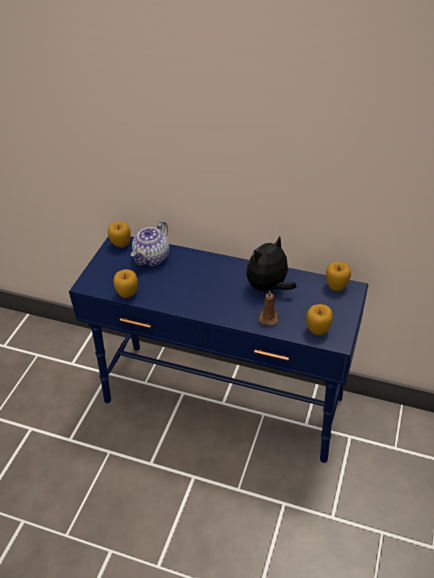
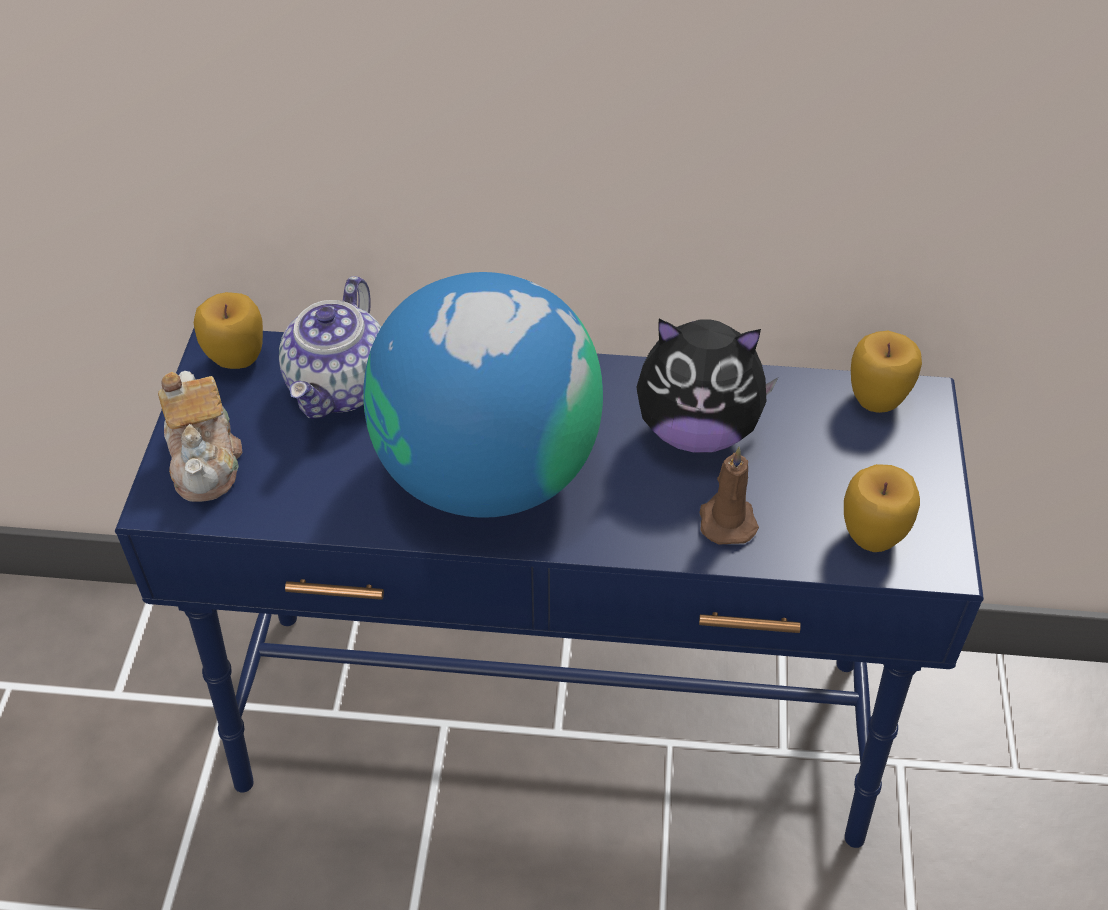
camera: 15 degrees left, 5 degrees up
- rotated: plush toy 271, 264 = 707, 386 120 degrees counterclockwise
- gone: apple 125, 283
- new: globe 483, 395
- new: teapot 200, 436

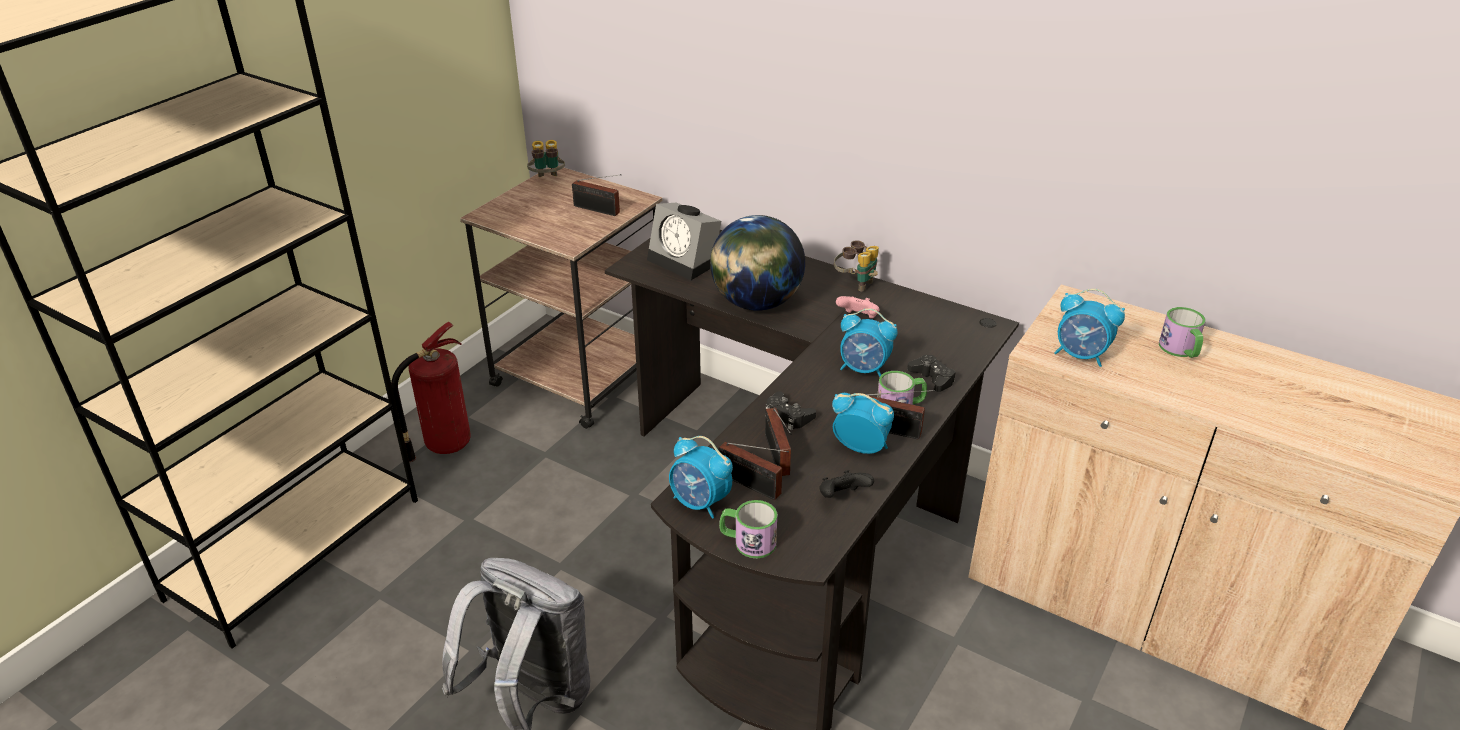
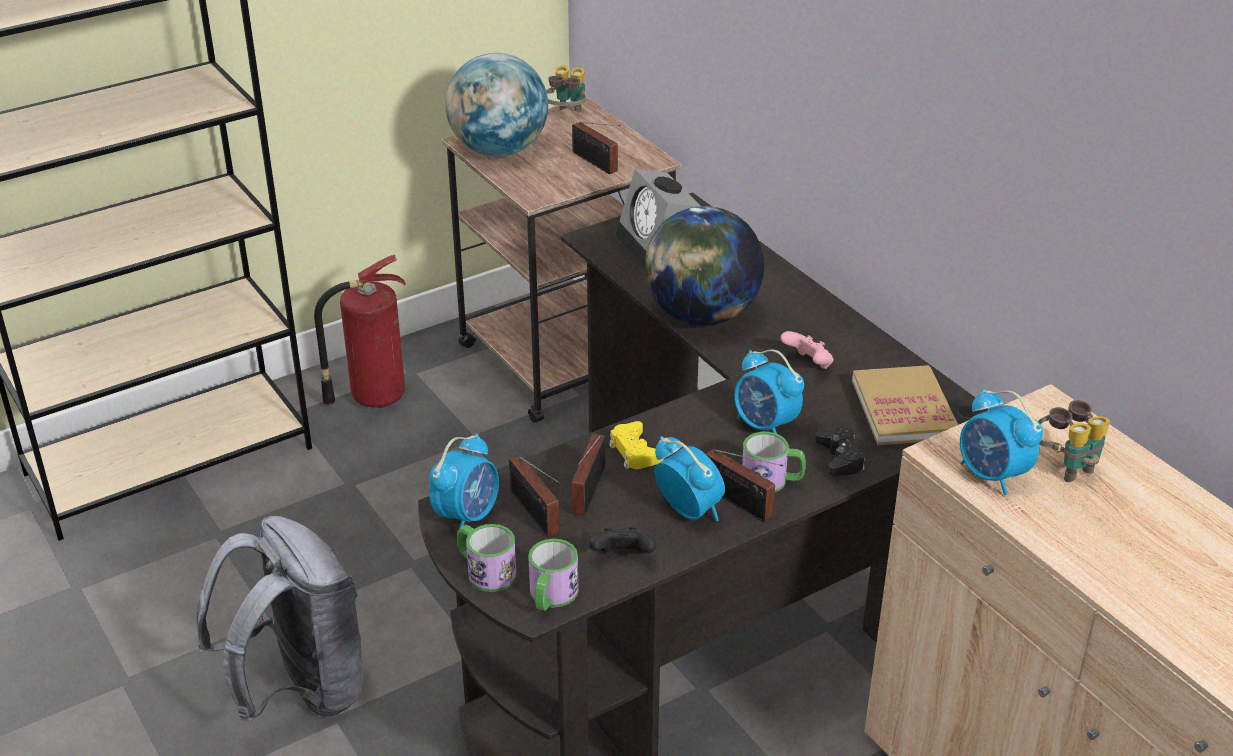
camera: 25 degrees right, 0 degrees up
- shifted: binoculars 856, 266 to 1074, 441
- shifted: mug 1182, 332 to 553, 575
- repainted: game controller in black 790, 411 to game controller in yellow 636, 445
- rotated: alarm clock 701, 477 = 464, 481 120 degrees counterclockwise
- new: globe 496, 105
- new: book 905, 405

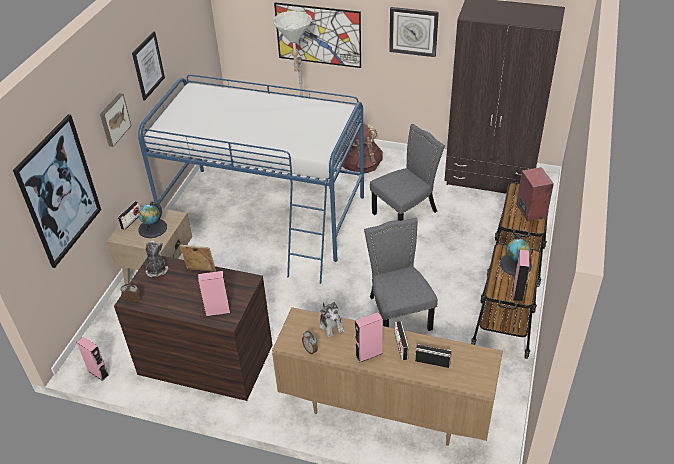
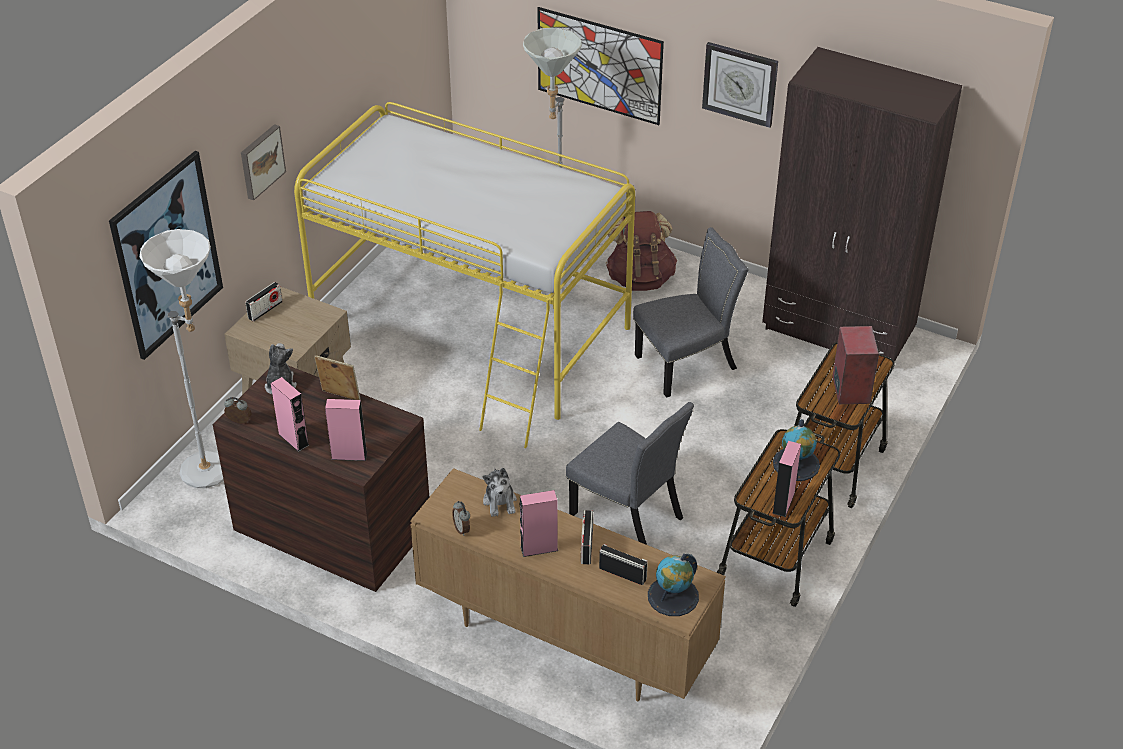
camera: 10 degrees right, 0 degrees up
- gone: picture 148, 65
- repainted: bed in blue 251, 179 to bed in yellow 464, 275
- shifted: globe 152, 220 to 673, 585
- rotated: chair in grey 401, 274 = 630, 473 135 degrees clockwise
- shifted: speaker in pink 92, 359 to 290, 414
- new: floor lamp in white 182, 358

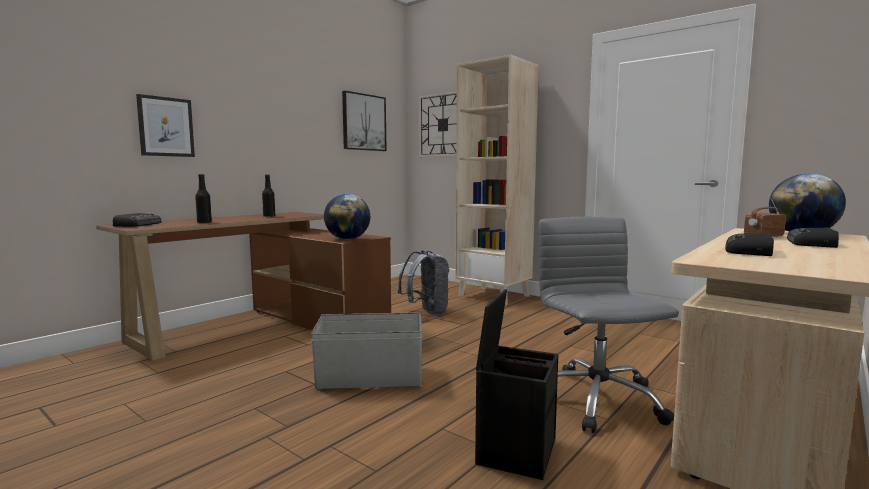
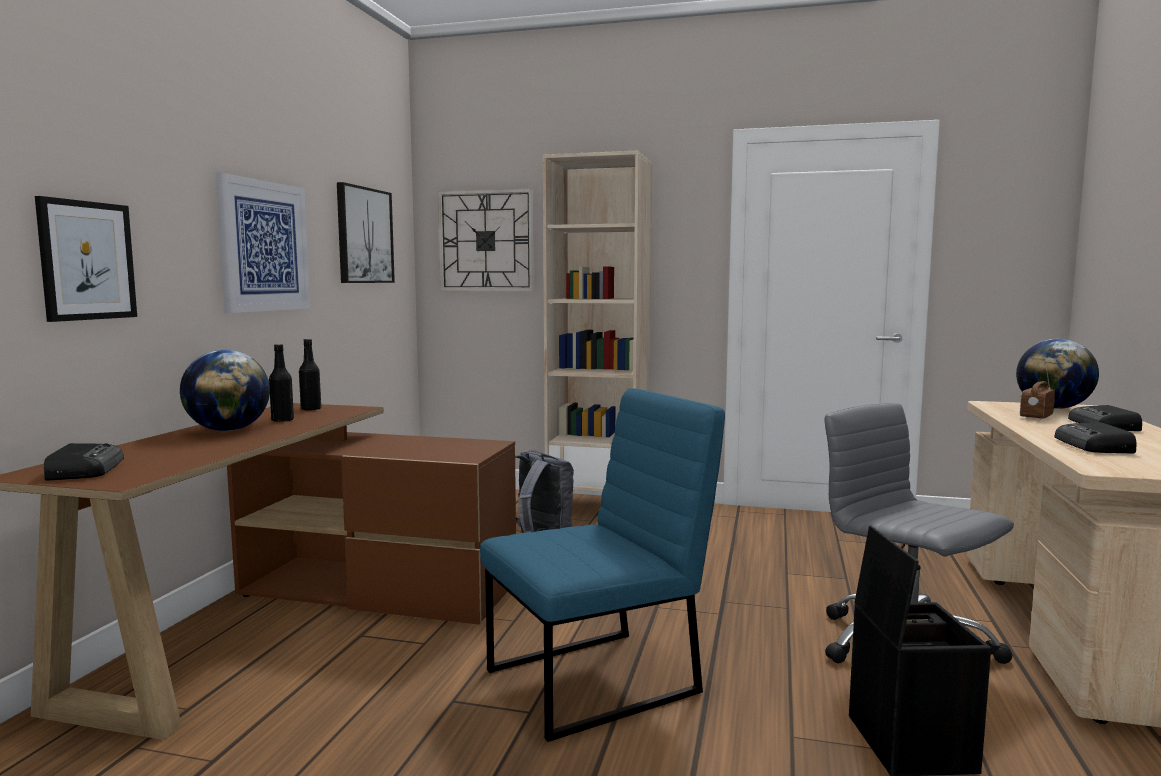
camera: 25 degrees left, 0 degrees up
- shifted: bottle in black 203, 198 to 310, 375
- shifted: globe 347, 217 to 225, 390
- swapped: storage box in grey 367, 350 to chair in blue 602, 565
- new: picture 262, 242

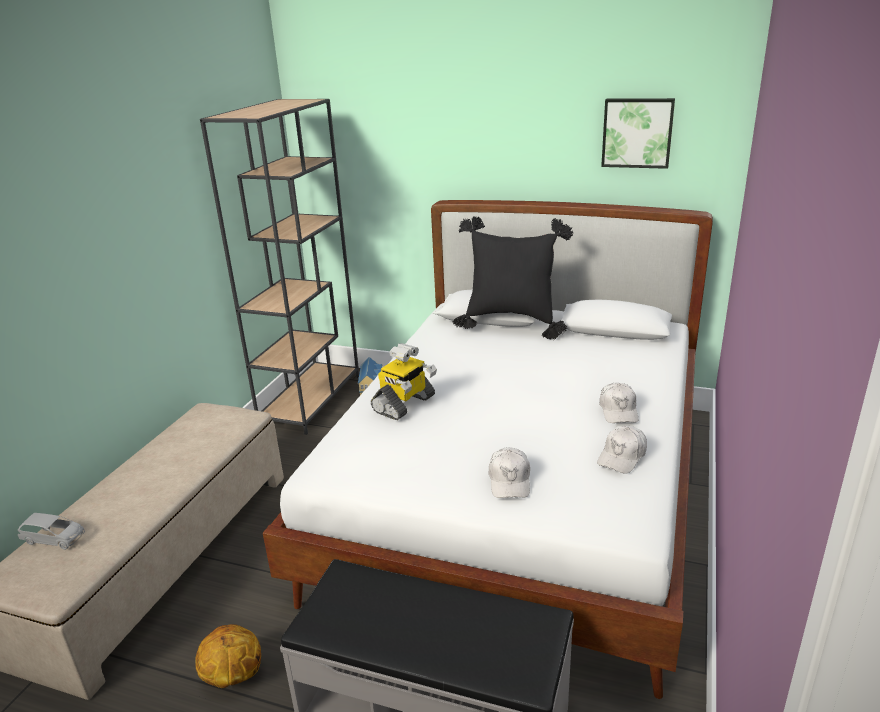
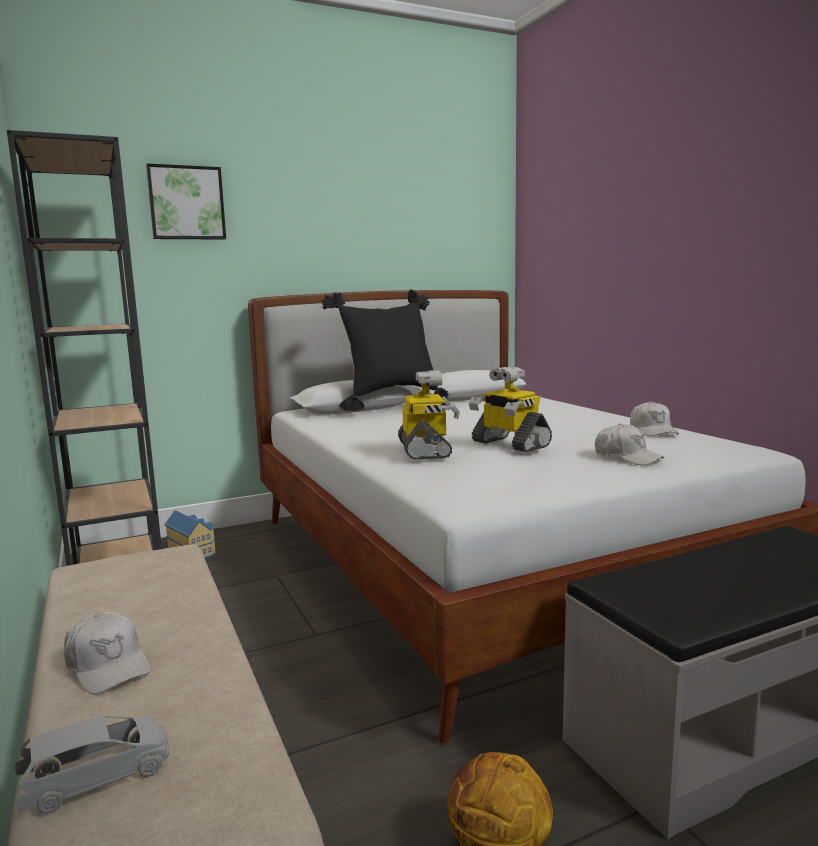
camera: 45 degrees left, 15 degrees down
- shifted: picture 638, 133 to 186, 201
- shifted: cap in white 618, 403 to 107, 653
- new: toy robot 510, 409

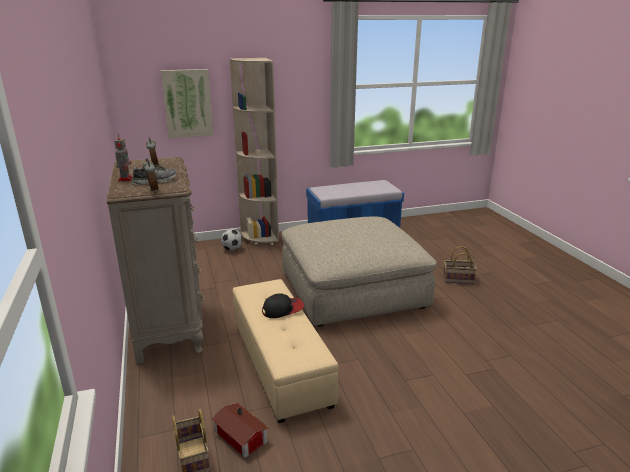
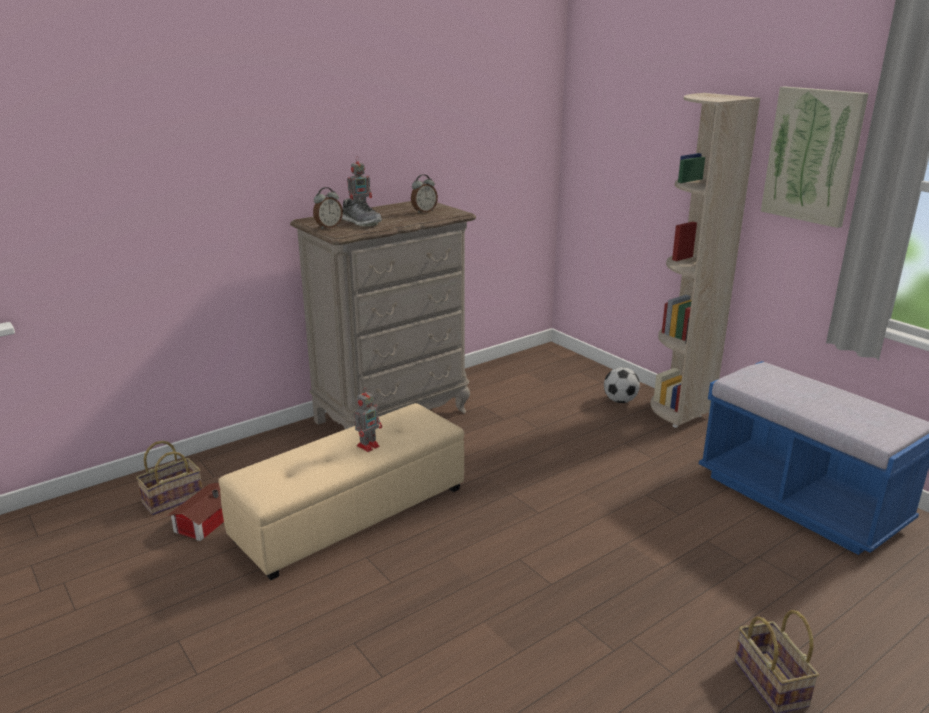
camera: 70 degrees right, 0 degrees up
- shifted: picture 187, 103 to 815, 157
- gone: ottoman in beige 359, 272
- swapped: cap 283, 305 to toy robot 368, 420

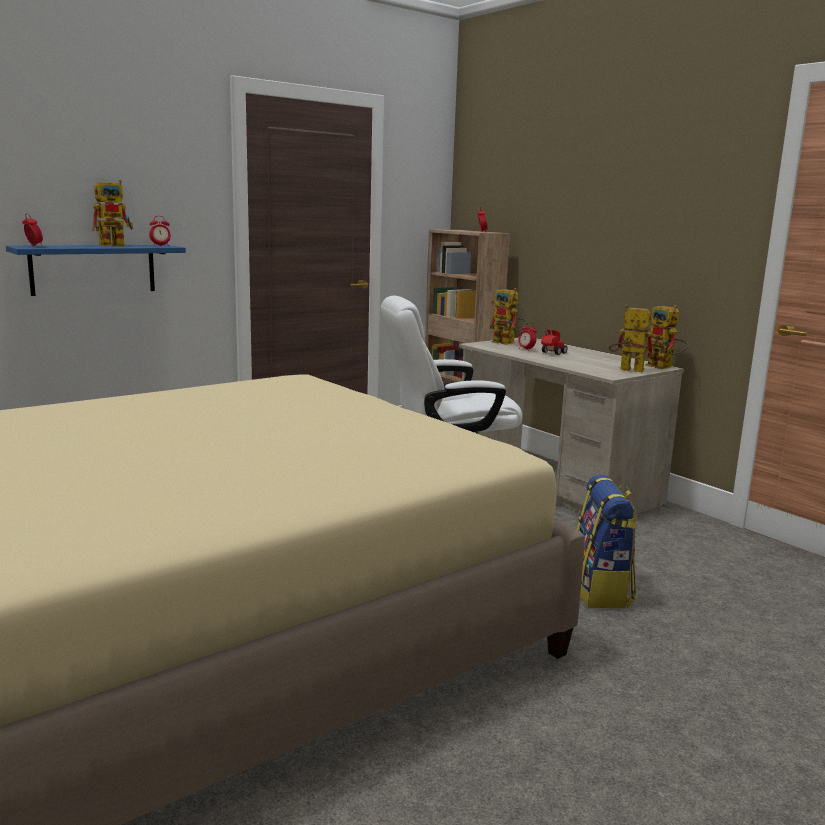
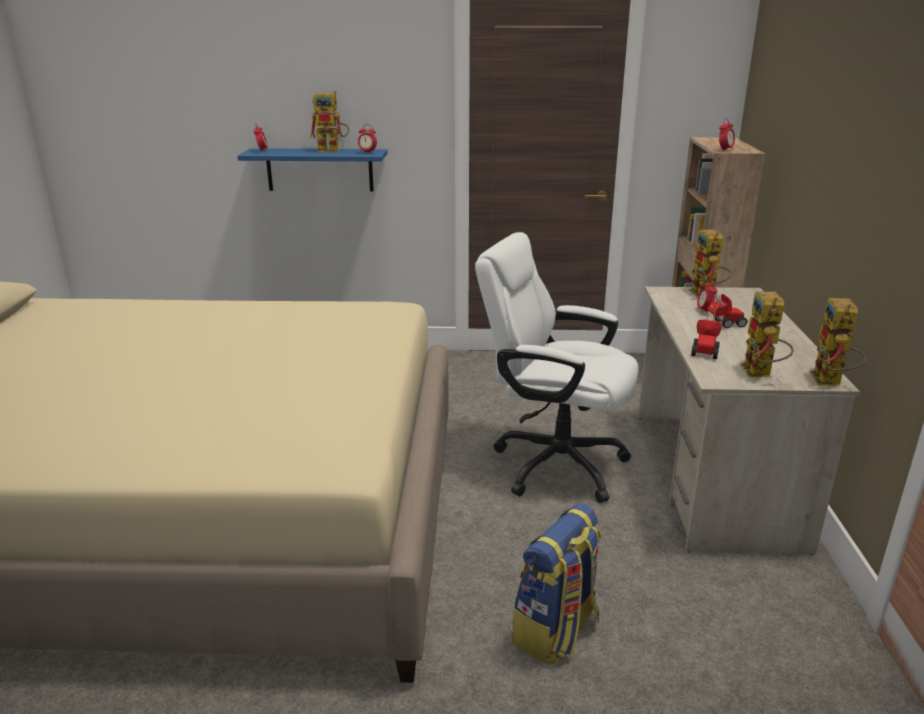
camera: 40 degrees right, 10 degrees up
- rotated: toy robot 631, 338 = 767, 334 150 degrees counterclockwise
- new: toy car 706, 336

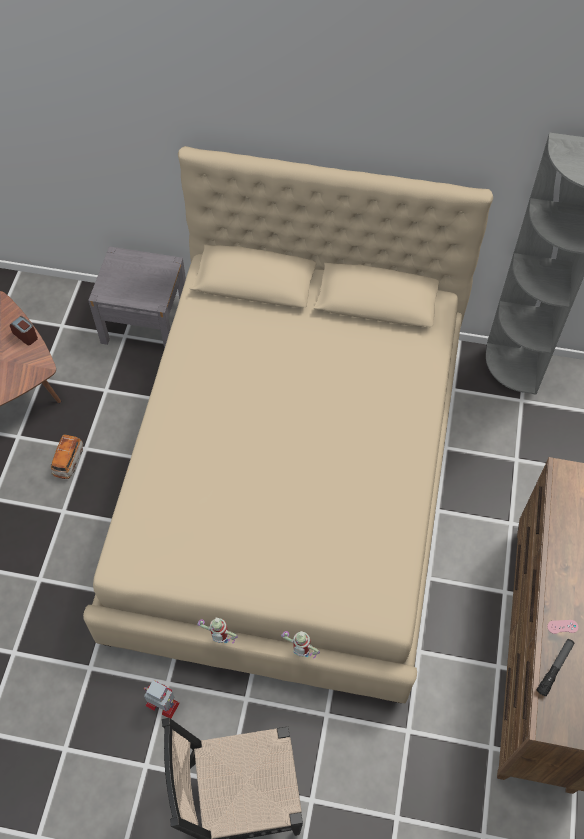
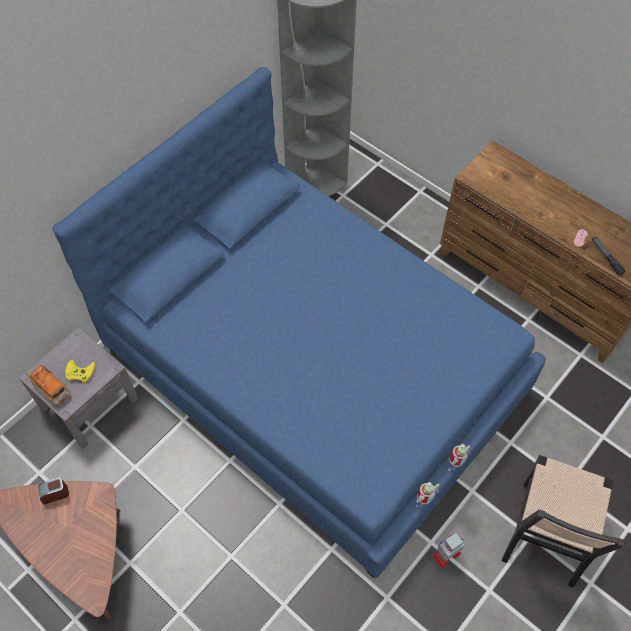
camera: 60 degrees left, 0 degrees up
- repainted: bed in beige 288, 424 to bed in blue 299, 322
- shifted: toy car 66, 456 to 50, 385
- shifted: toy robot 300, 645 to 428, 494
- new: game controller in yellow 80, 371

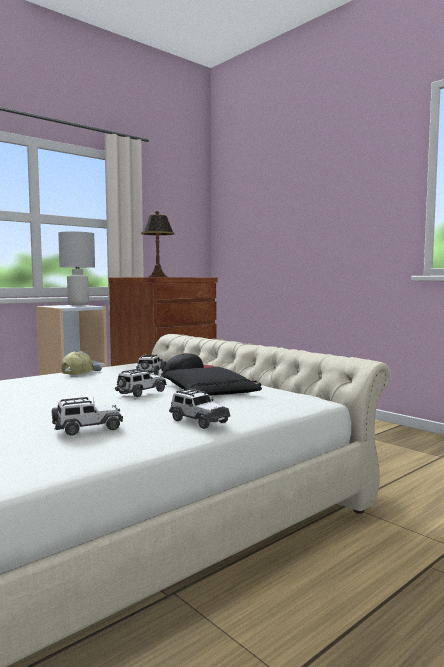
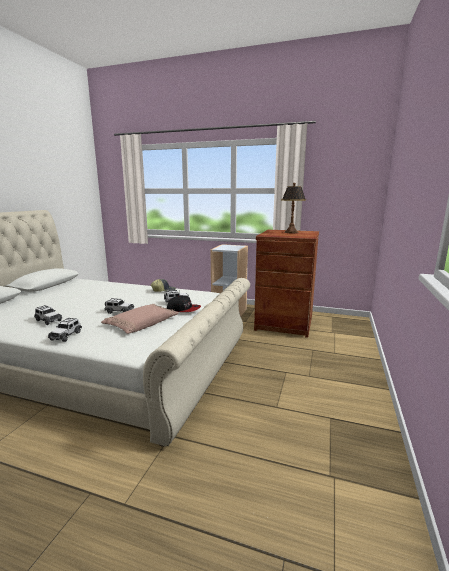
camera: 60 degrees right, 10 degrees up
- gone: table lamp in grey 76, 269
- repainted: pillow in black 211, 381 to pillow in beige 140, 319

